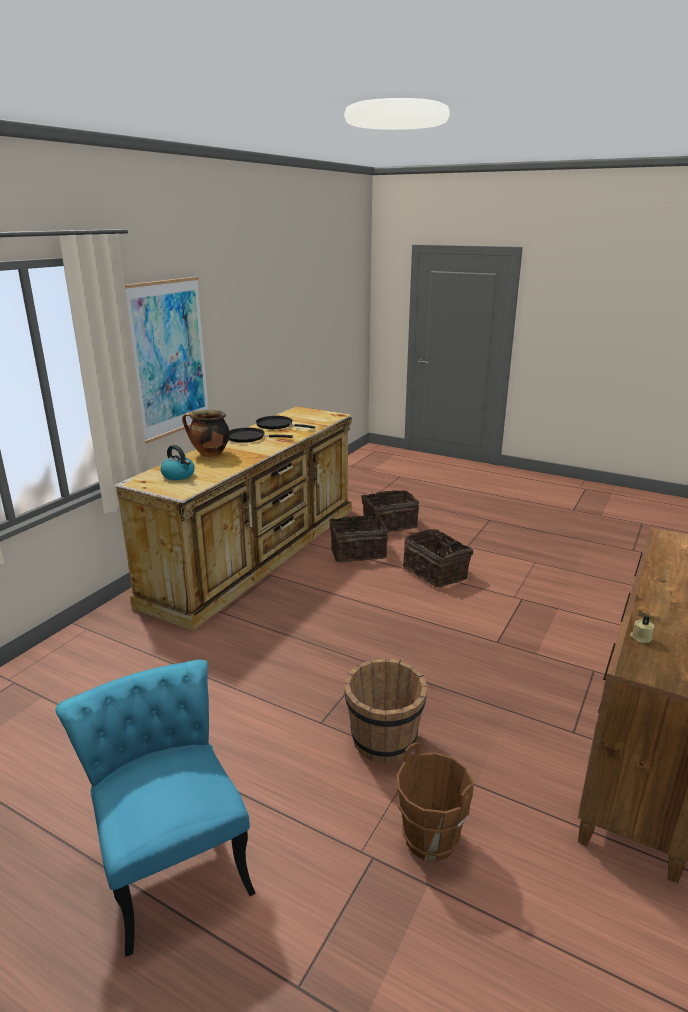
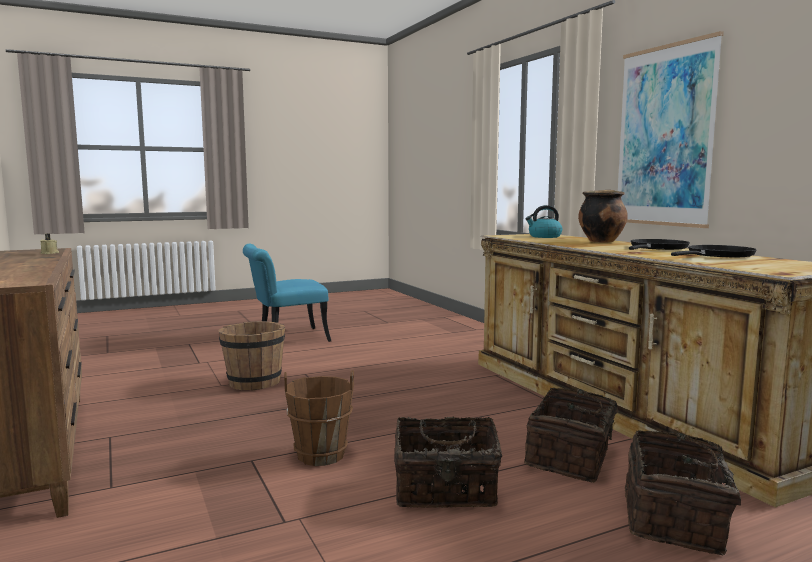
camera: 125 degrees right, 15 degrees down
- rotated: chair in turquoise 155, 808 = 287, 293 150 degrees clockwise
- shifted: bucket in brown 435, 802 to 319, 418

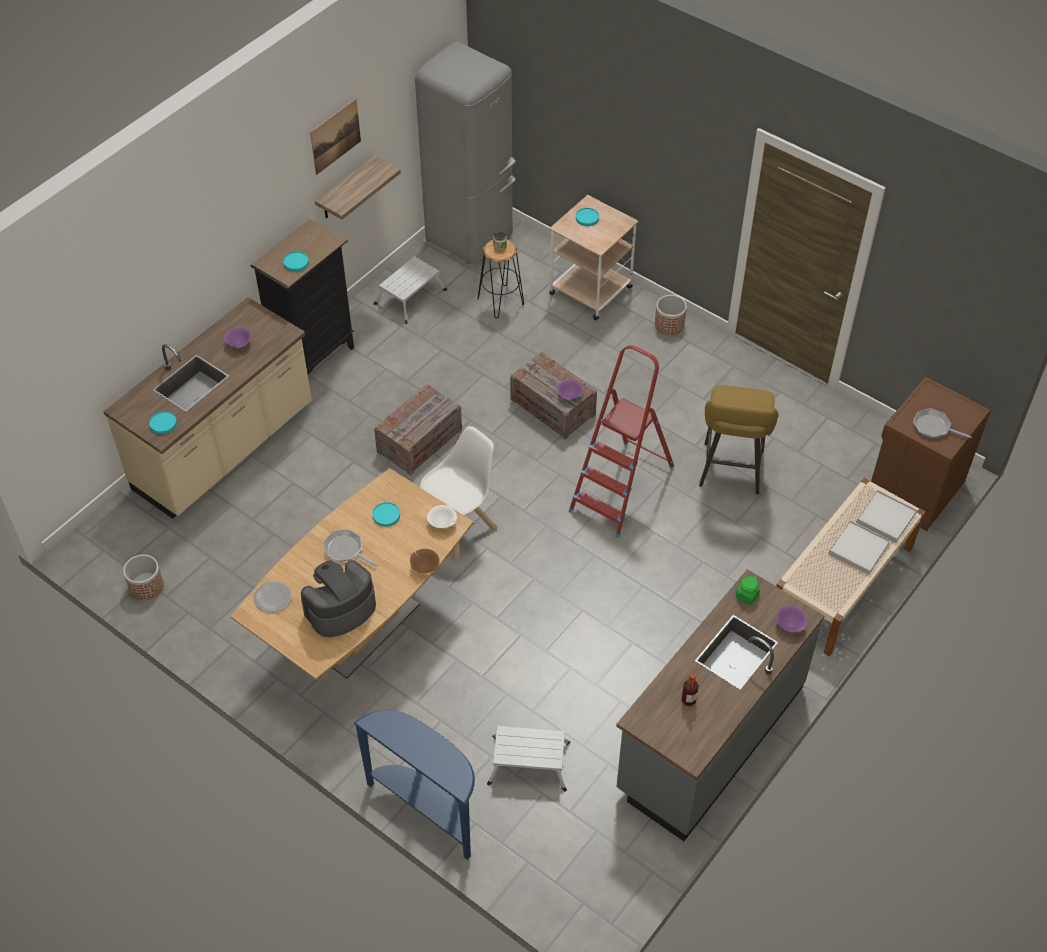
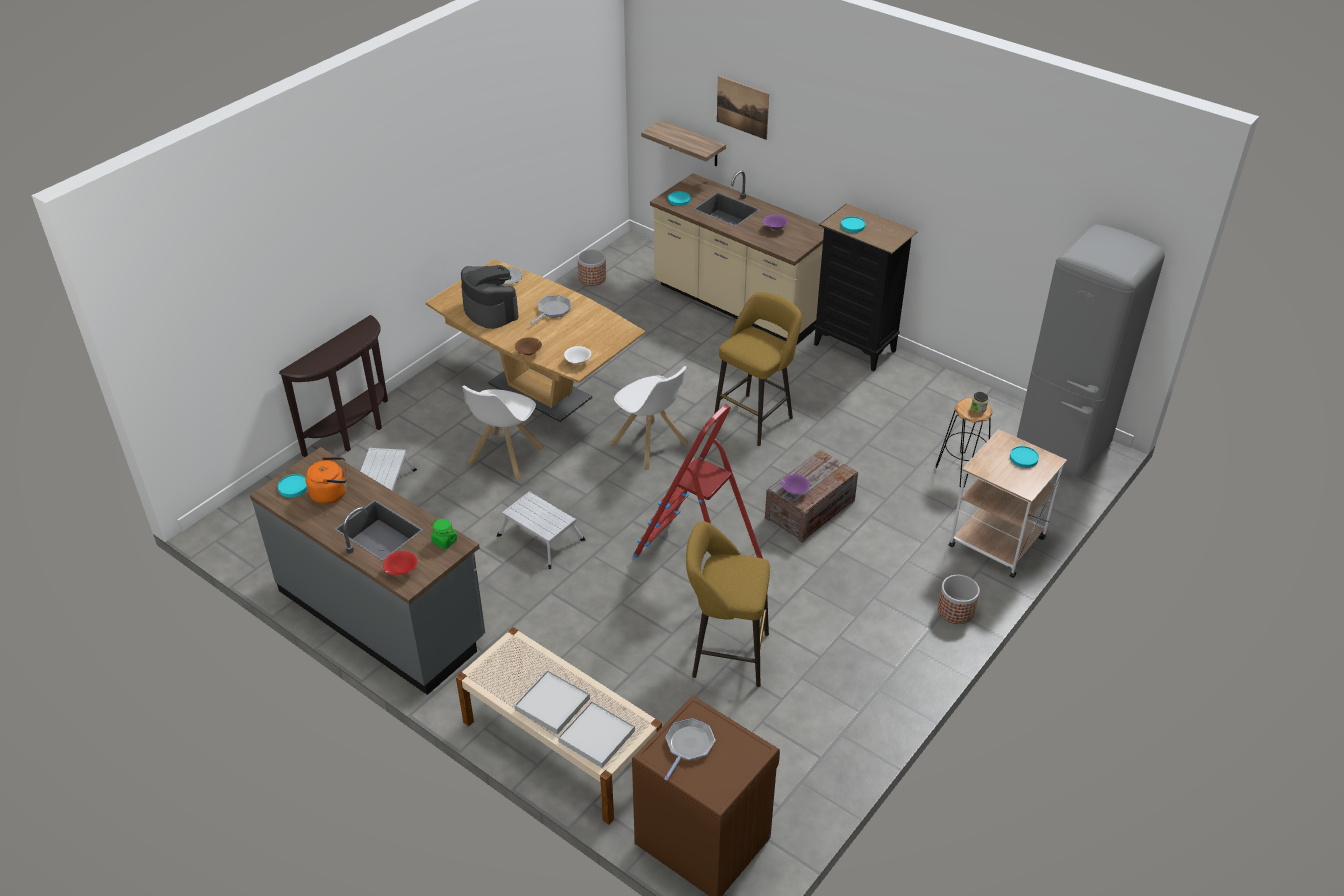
camera: 90 degrees right, 10 degrees down
- shifted: picture 335, 136 to 743, 108
- shifted: shelf 358, 187 to 683, 143
- shifted: step ladder in white 410, 290 to 541, 530
- swapped: crate 418, 430 to stool in yellow 758, 369
- shifted: plate in turquoise 386, 514 to 292, 486
- repainted: bowl in purple 791, 619 to bowl in red 400, 563
- swapped: bottle 690, 689 to kettle in orange 326, 480
- repainted: console table in blue 414, 785 to console table in brown 333, 386
- new: chair in white 503, 433

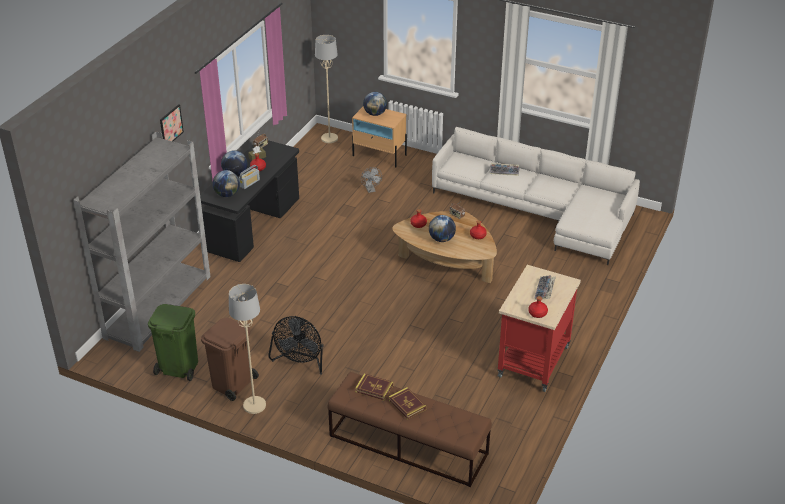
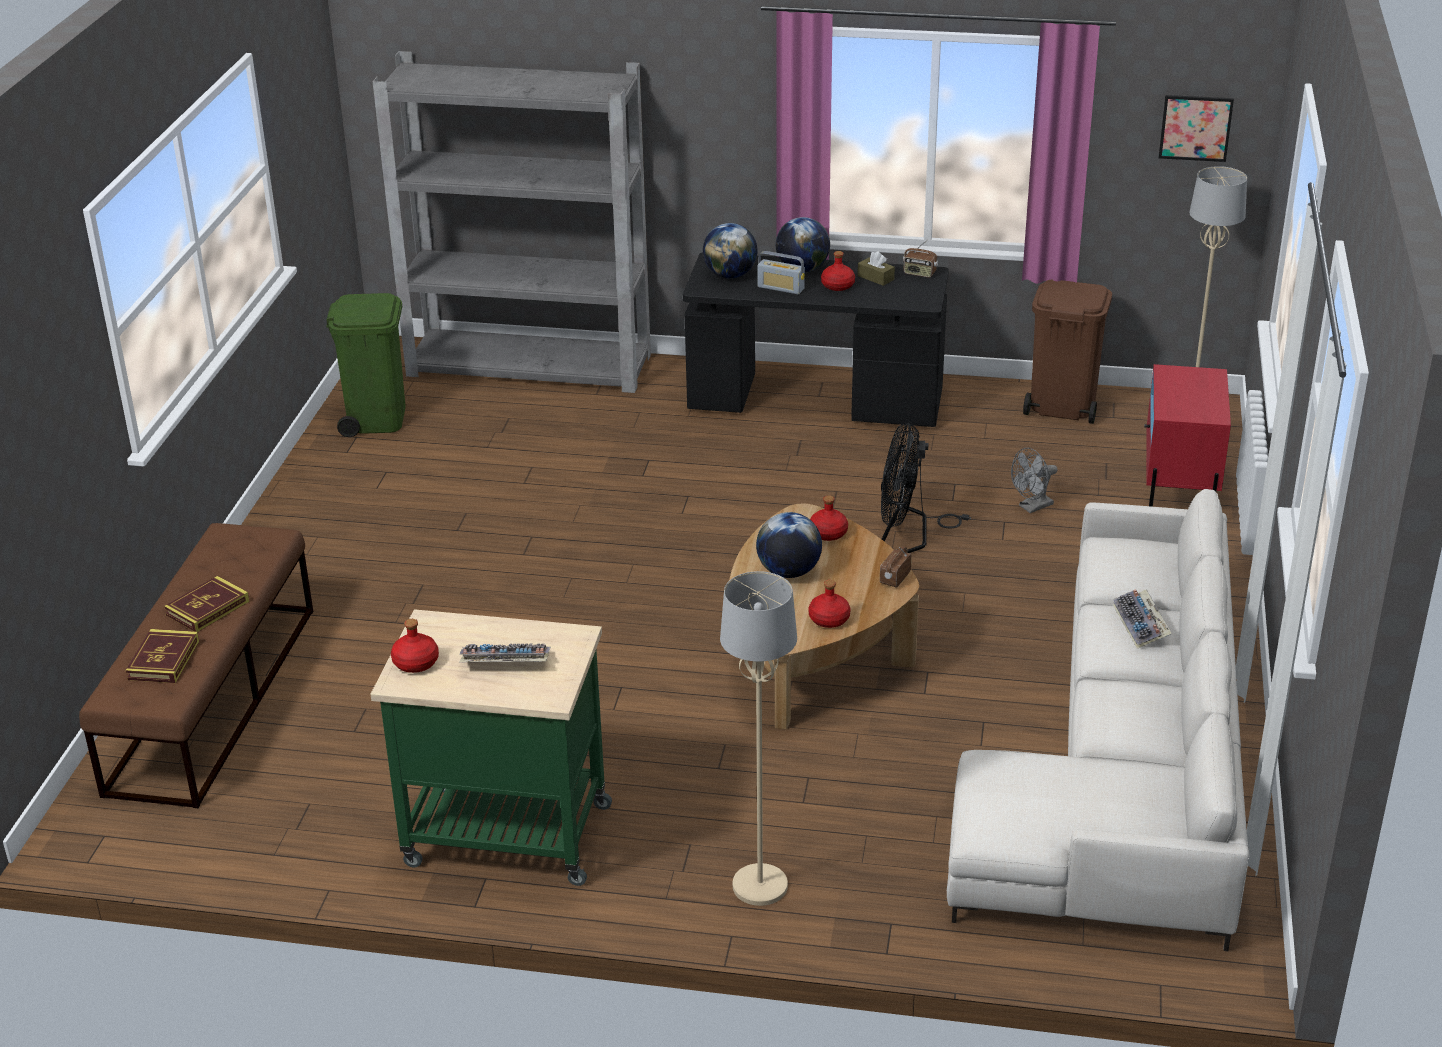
camera: 75 degrees right, 5 degrees down
- gone: globe 375, 104
- shifted: picture 172, 122 to 1196, 128
- repainted: nightstand in beige 379, 137 to nightstand in red 1188, 435
- repainted: cart in red 539, 328 to cart in green 491, 747
- shifted: floor lamp in beige 247, 349 to 758, 738
- shifted: fan in black 296, 345 to 925, 488
- shifted: trash can in brown 230, 359 to 1067, 352
- shifted: book 374, 387 to 162, 656

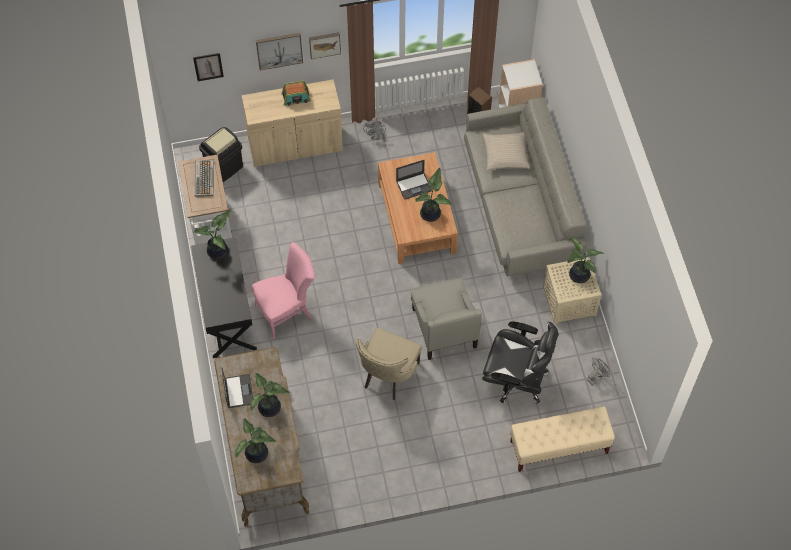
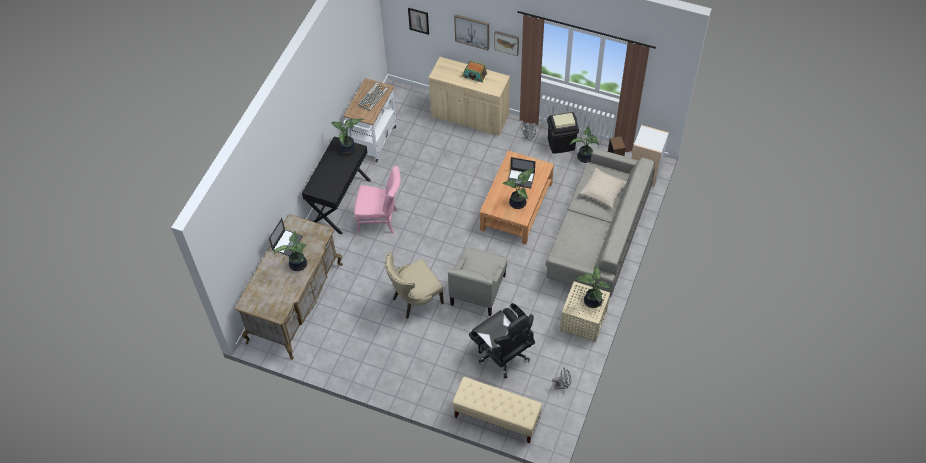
camera: 35 degrees right, 5 degrees down
- shifted: trash can in black 221, 154 to 563, 133
- shifted: potted plant 255, 440 to 584, 144

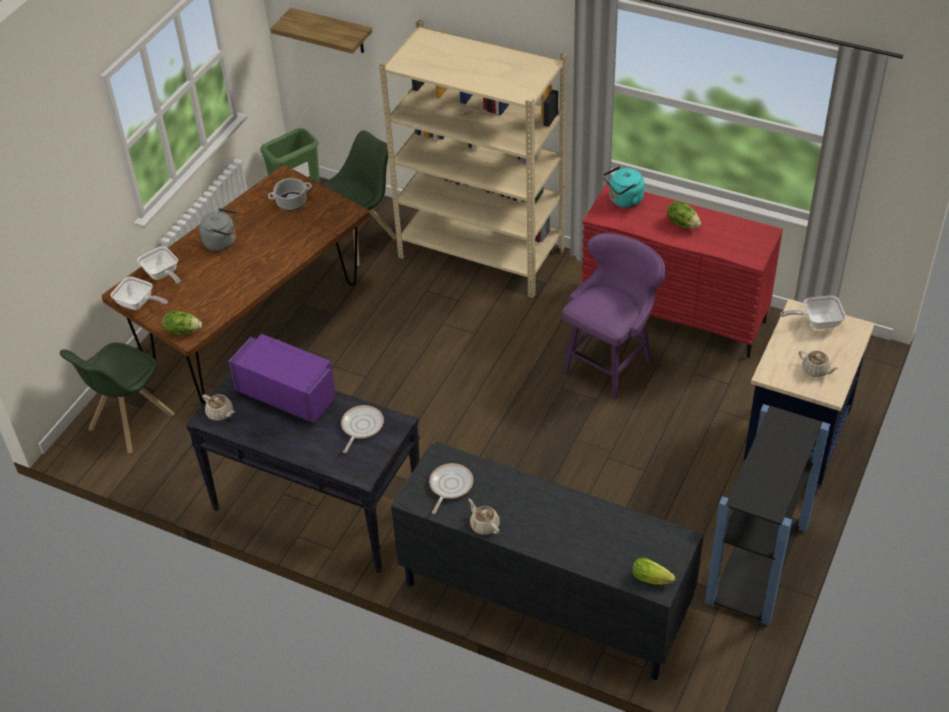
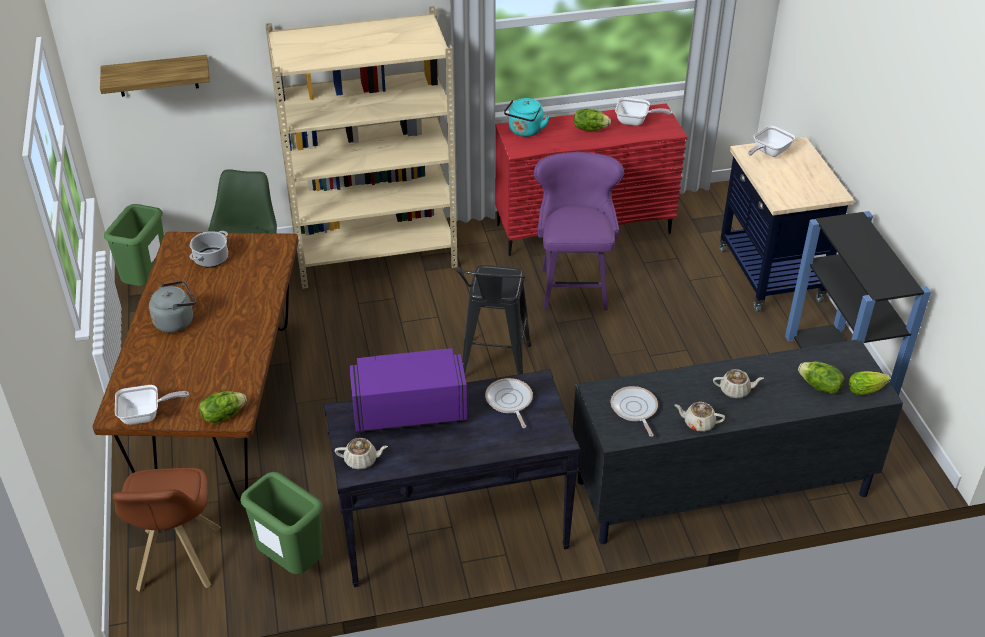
camera: 40 degrees left, 5 degrees down
- shifted: frying pan 158, 265 to 643, 112
- repainted: chair in green 117, 398 to chair in brown 167, 530
- shifted: teapot in beige 819, 363 to 738, 383
- new: stool in black 493, 319
- new: lettuce 821, 378
- new: trash can in green 281, 523

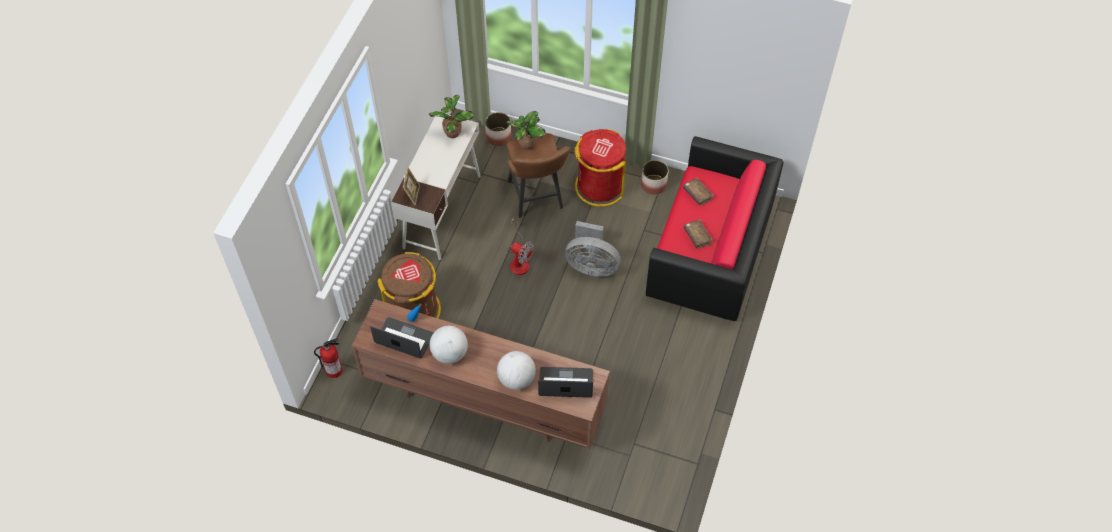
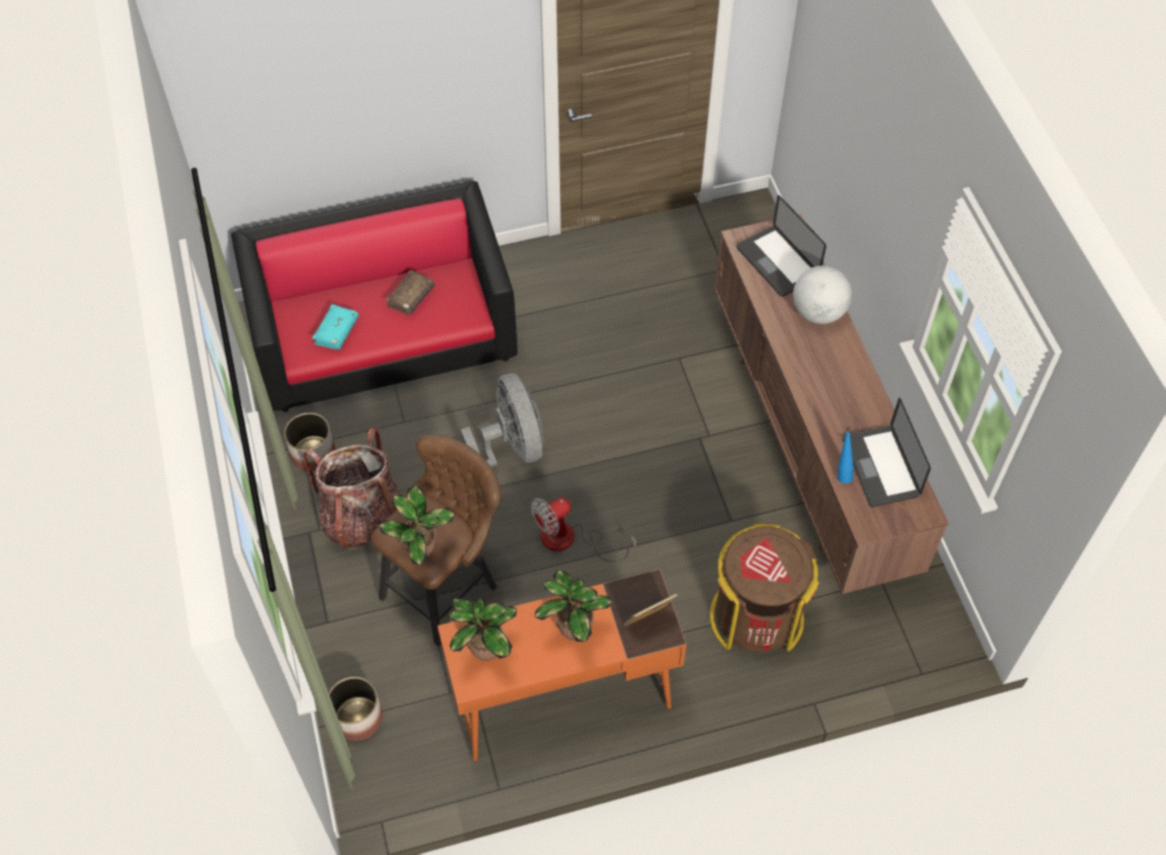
camera: 125 degrees left, 0 degrees up
- repainted: desk in white 436, 187 to desk in orange 562, 665
- swapped: trash can in red 600, 168 to backpack 351, 488
- repainted: book in brown 698, 192 to book in turquoise 335, 327
- rotated: fan 520, 246 = 584, 529 120 degrees counterclockwise
- gone: globe 449, 345
- gone: fire extinguisher 328, 358
- new: potted plant 573, 606

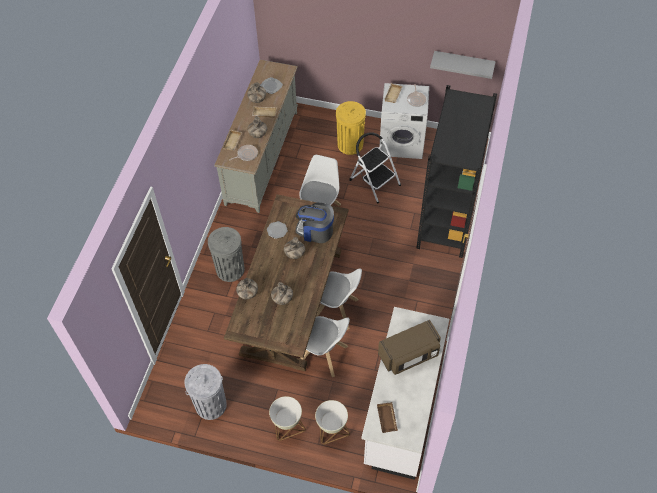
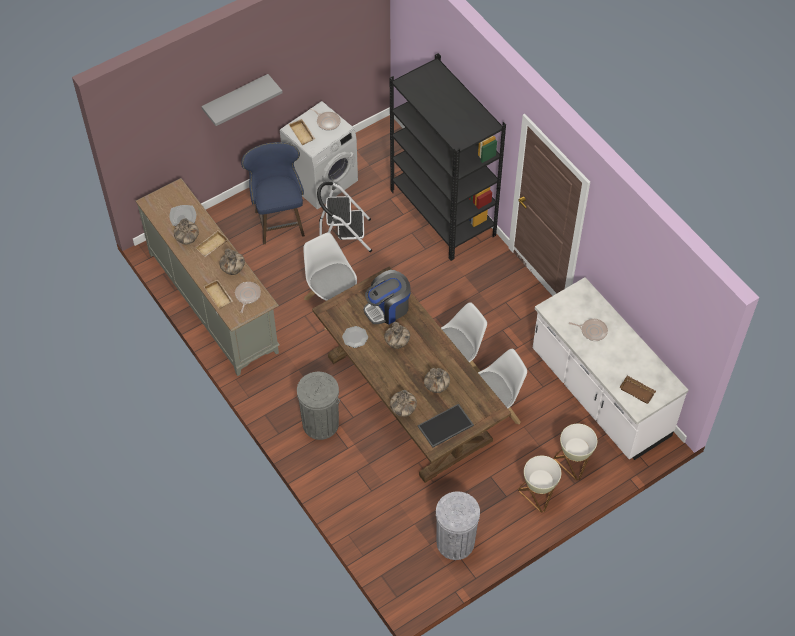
camera: 50 degrees left, 0 degrees up
- shifted: shelf in grey 463, 65 to 242, 100
- swapped: trash can in yellow 351, 128 to stool in blue 273, 193
- swapped: microwave in brown 409, 347 to frying pan 588, 330
- new: tray 446, 426

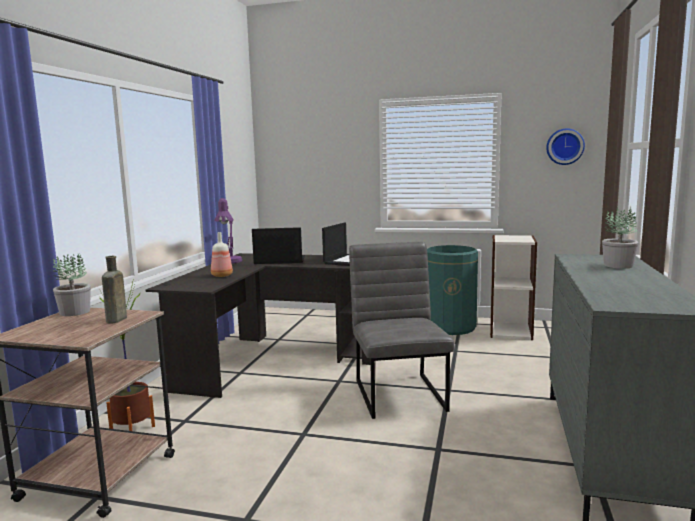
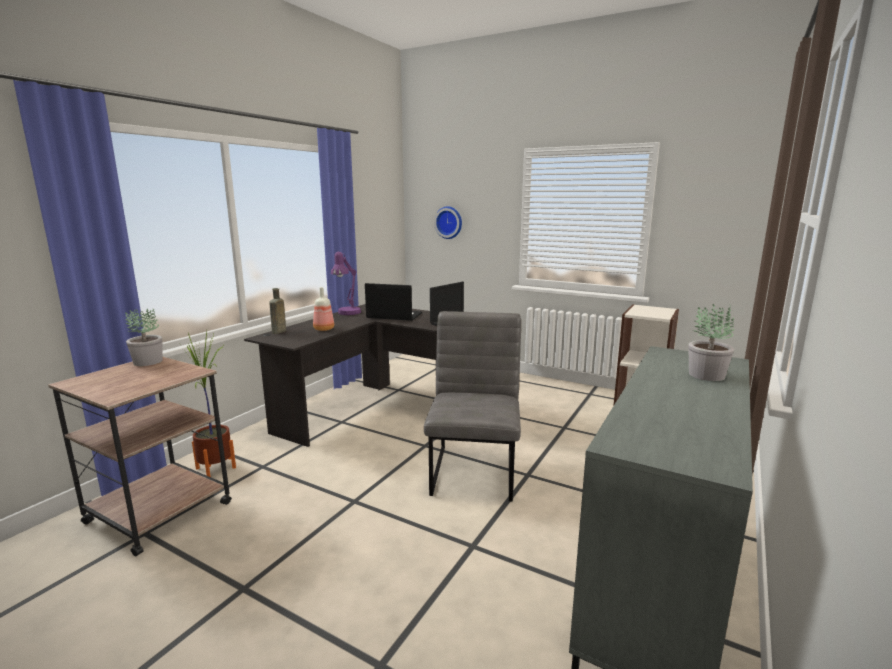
camera: 15 degrees right, 5 degrees up
- shifted: wall clock 565, 146 to 448, 222
- gone: trash can in green 452, 290
- shifted: bottle in brown 114, 290 to 277, 311

